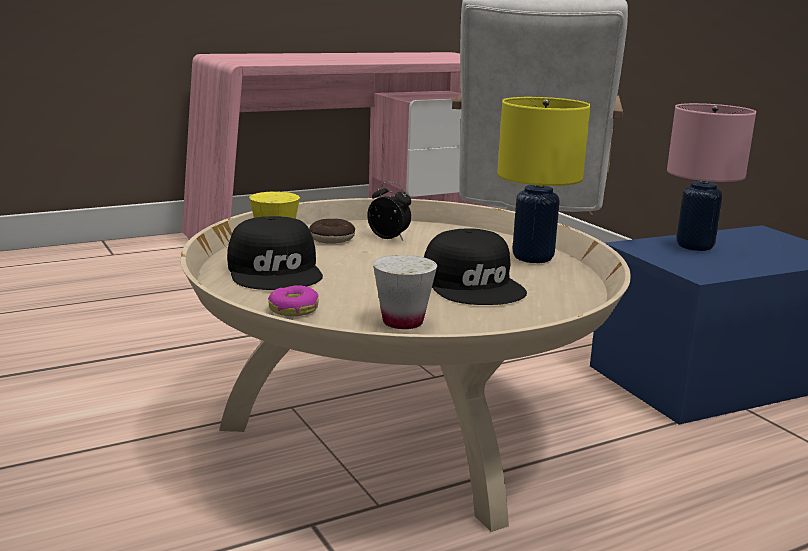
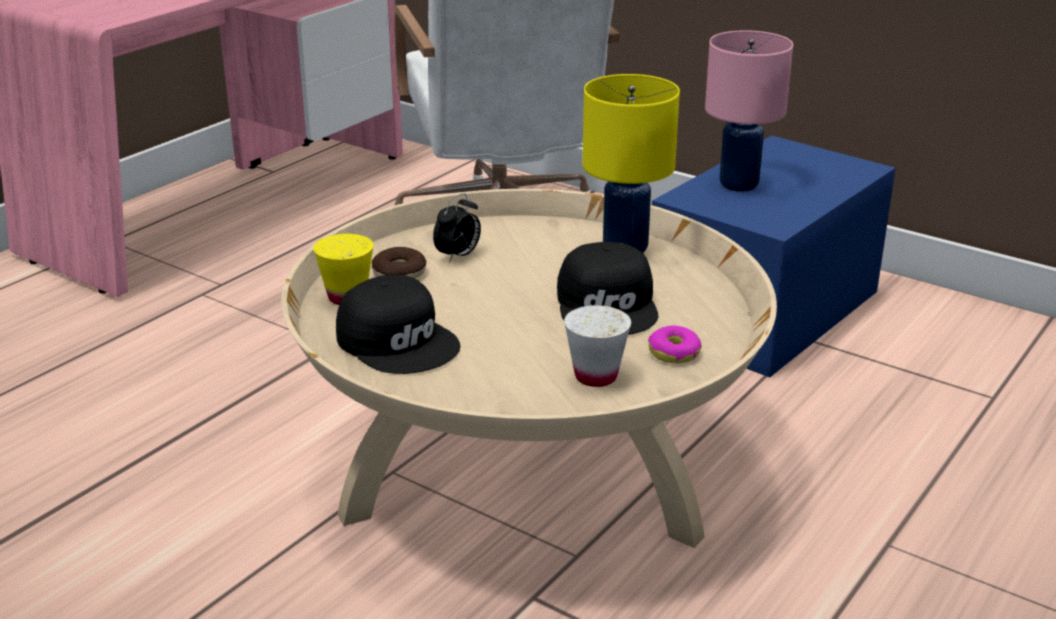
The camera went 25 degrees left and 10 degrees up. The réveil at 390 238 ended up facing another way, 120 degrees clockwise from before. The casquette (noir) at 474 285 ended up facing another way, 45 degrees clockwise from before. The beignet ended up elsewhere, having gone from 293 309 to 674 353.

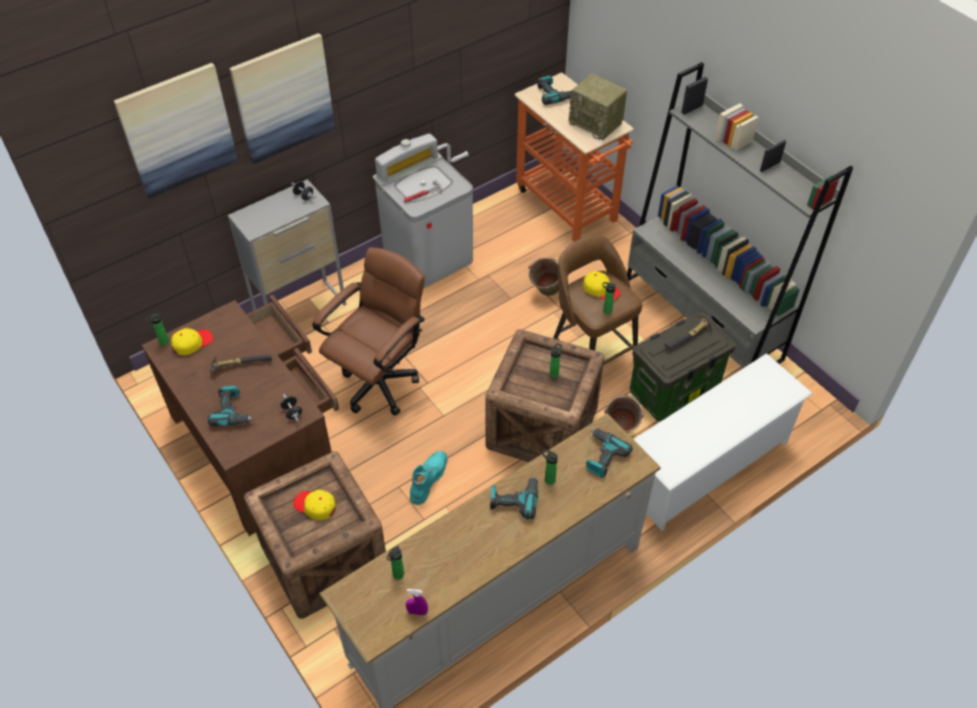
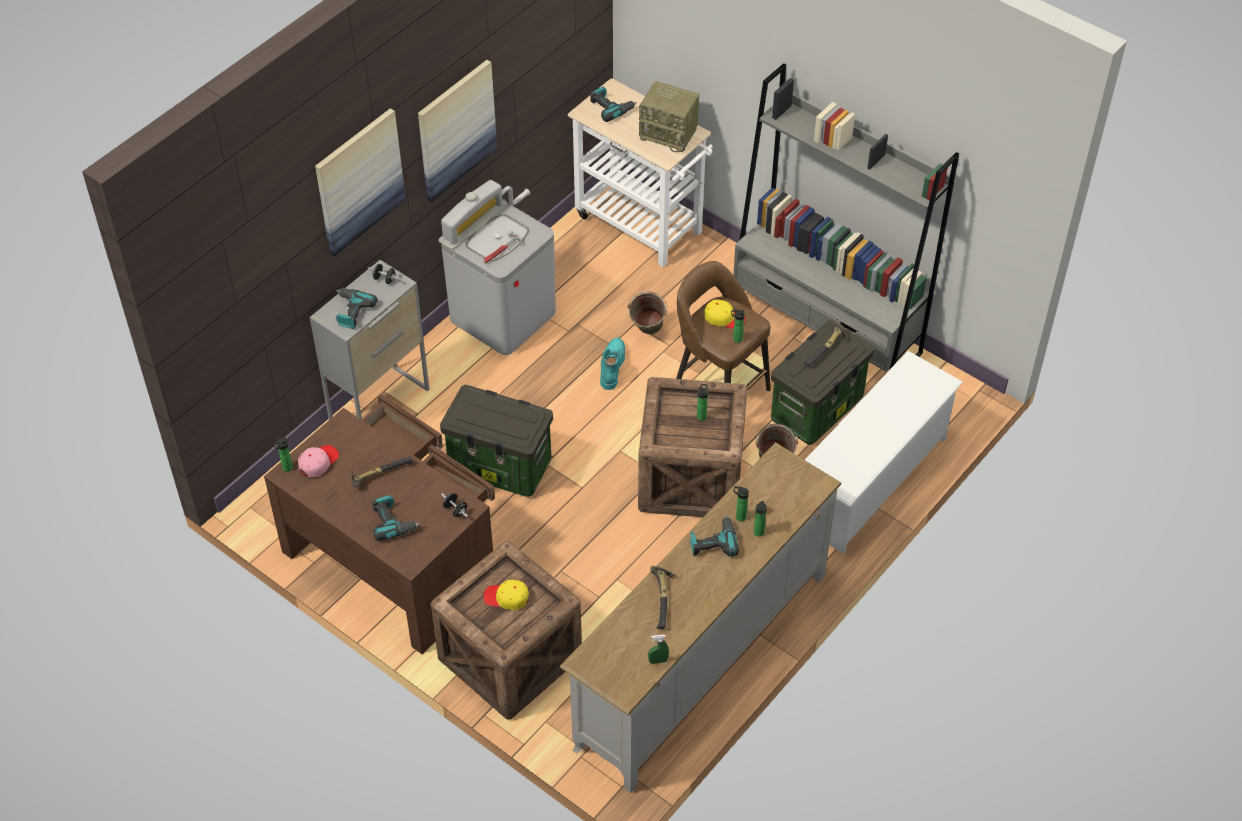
The camera went 15 degrees left and 0 degrees up. The tableau ended up elsewhere, having gone from 177 130 to 456 130. What was the chariot (orange) at 567 206 turned into the chariot (blanc) at 640 225. Where the chaise de bureau (marron) stood at 381 382, the boîte de rangement came to stand at 502 467. What was the casquette (jaune) at 192 343 turned into the casquette (rose) at 318 462. The perceuse ended up elsewhere, having gone from 602 456 to 351 311. The botte (turquoise) ended up elsewhere, having gone from 428 479 to 611 366. The bouteille ended up elsewhere, having gone from 397 576 to 758 533. What was the vaporisateur (violet) at 417 612 turned into the vaporisateur (vert) at 658 661. The second view gained the marteau at 663 600.

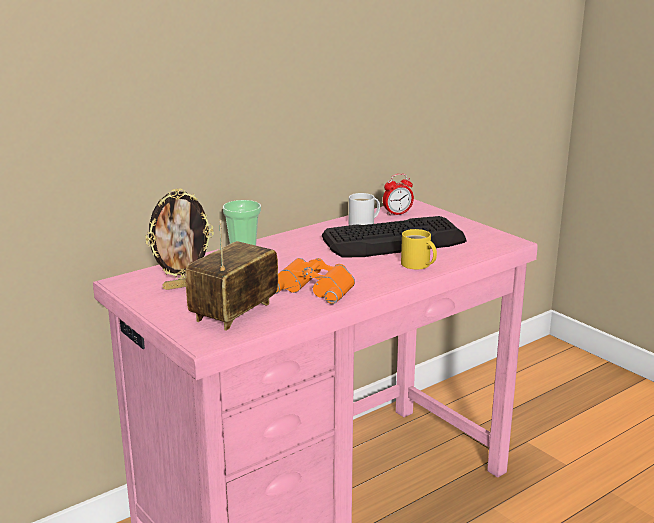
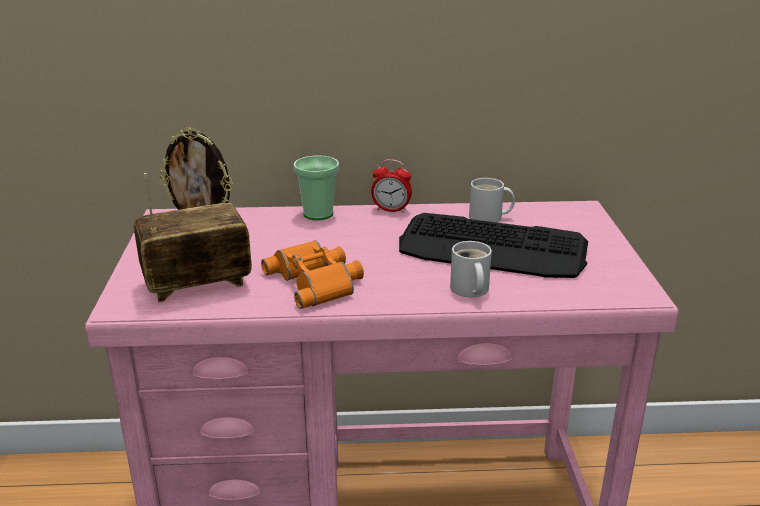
The camera went 35 degrees right and 5 degrees up. The réveil ended up elsewhere, having gone from 397 213 to 391 210. What was the mug (jaune) at 417 265 turned into the mug (blanc) at 469 290.

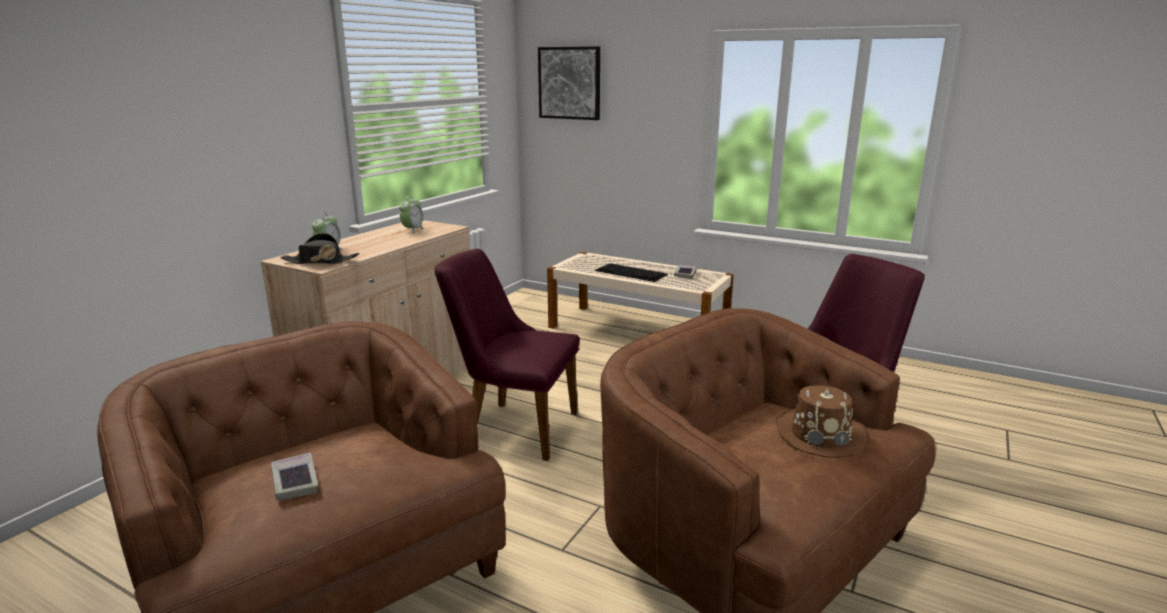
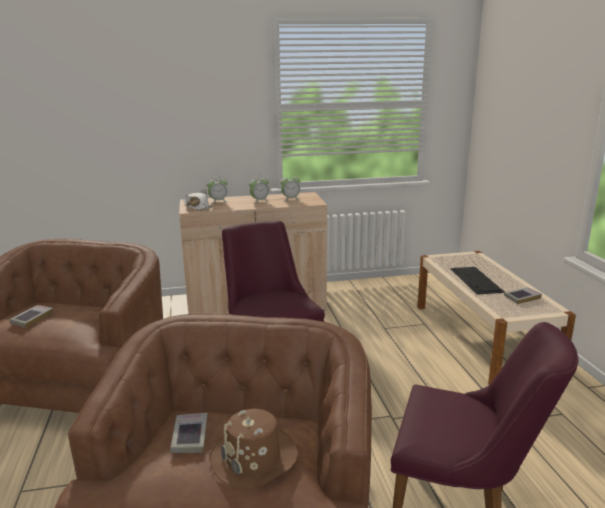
The camera went 50 degrees right and 0 degrees up. The second view lost the tableau at 569 83. What was the chapeau (noir) at 320 261 turned into the chapeau (blanc) at 197 207. The second view gained the réveil at 259 201. The second view gained the livre at 190 436.

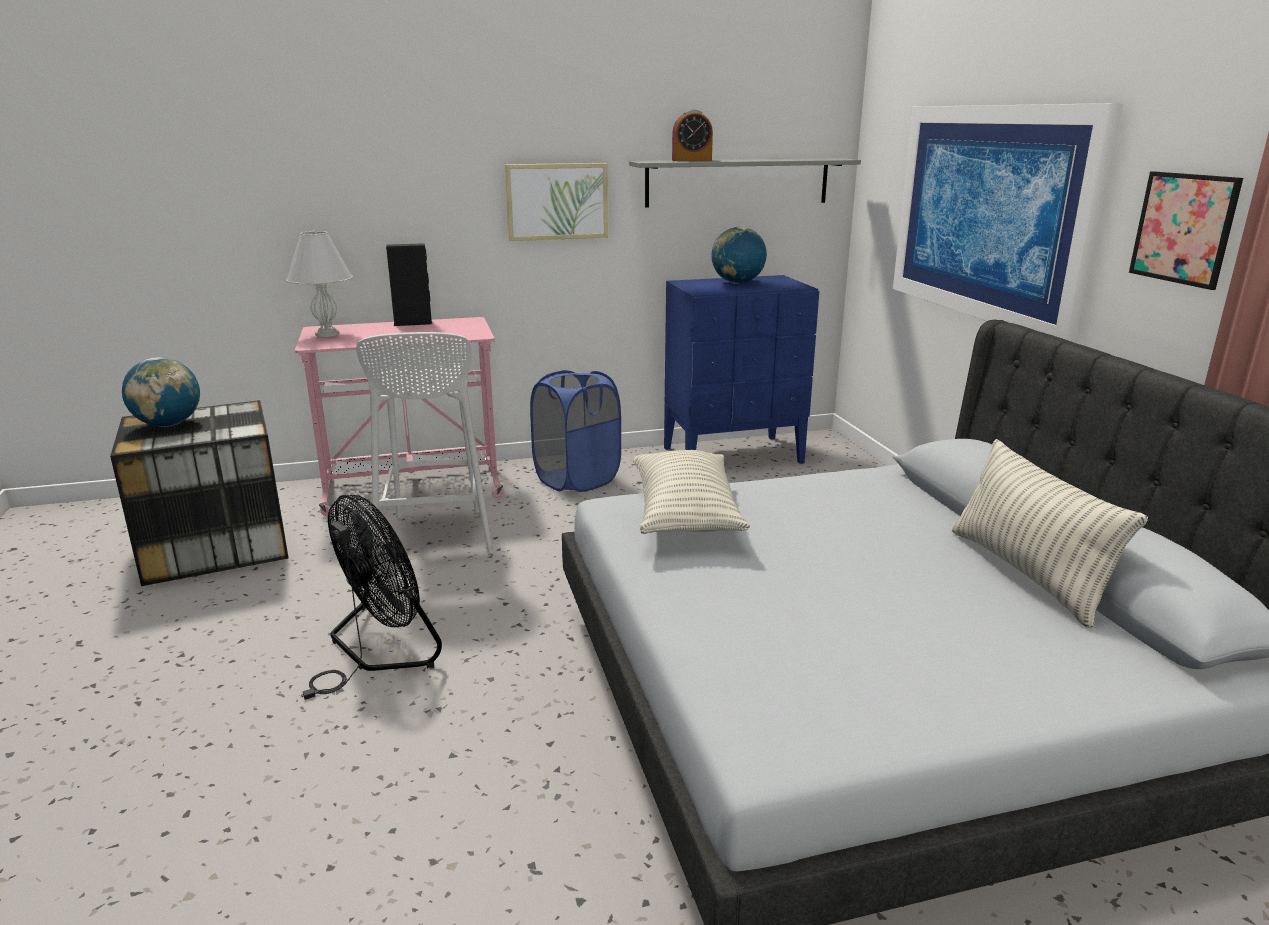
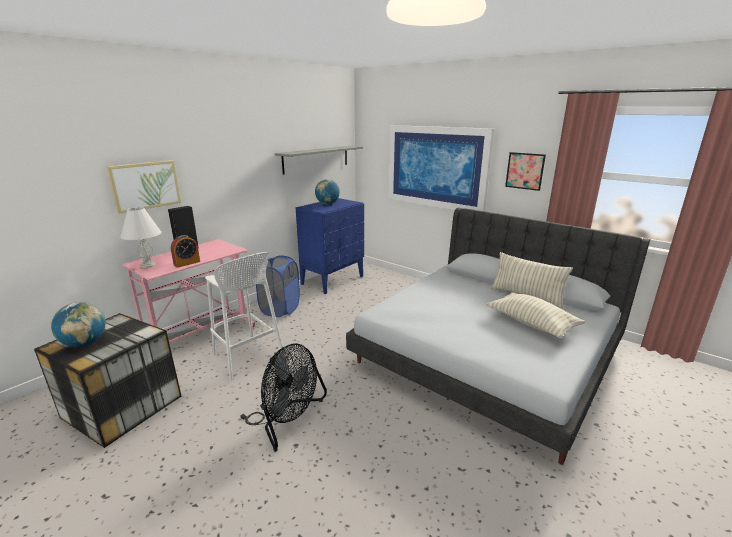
The camera went 35 degrees left and 0 degrees up. The réveil ended up elsewhere, having gone from 691 160 to 187 263. The tableau ended up elsewhere, having gone from 557 201 to 145 185. The coussin ended up elsewhere, having gone from 685 514 to 531 323. The ventilateur (noir) at 371 649 ended up facing another way, 105 degrees clockwise from before.

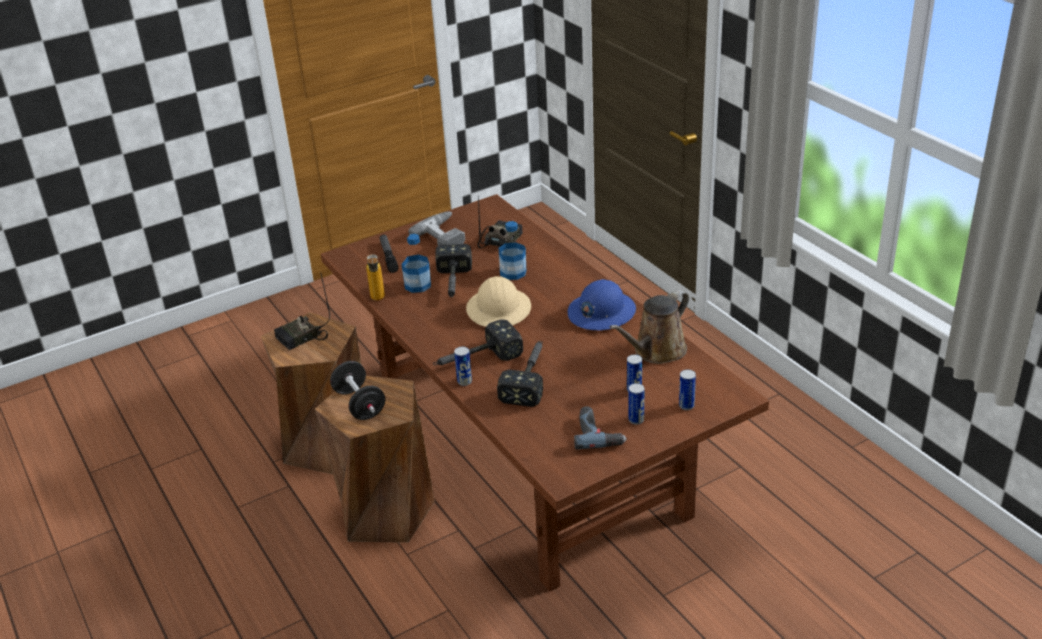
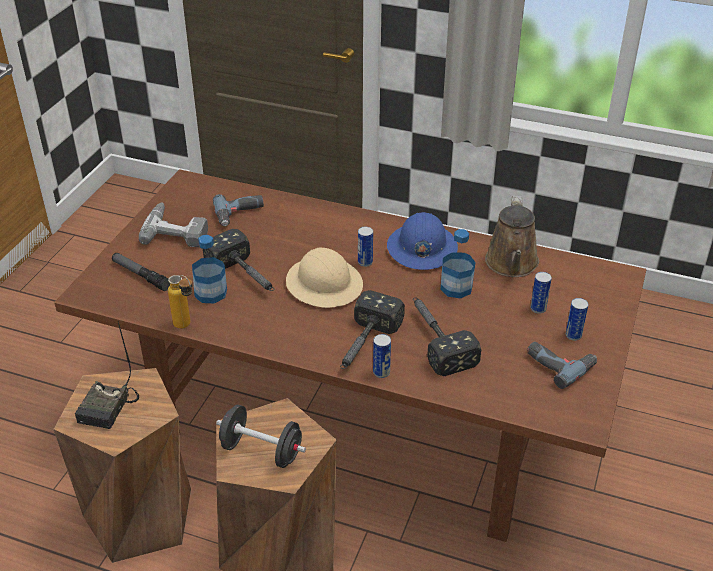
The camera went 40 degrees left and 5 degrees up. Where the radio stood at 500 240, the perceuse came to stand at 240 214. The bouteille ended up elsewhere, having gone from 513 272 to 456 287. The boîte métallique ended up elsewhere, having gone from 686 405 to 365 262.

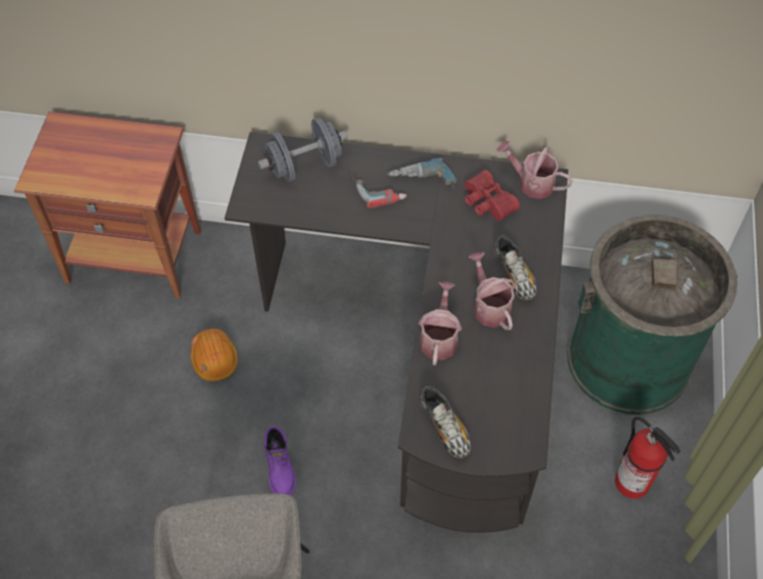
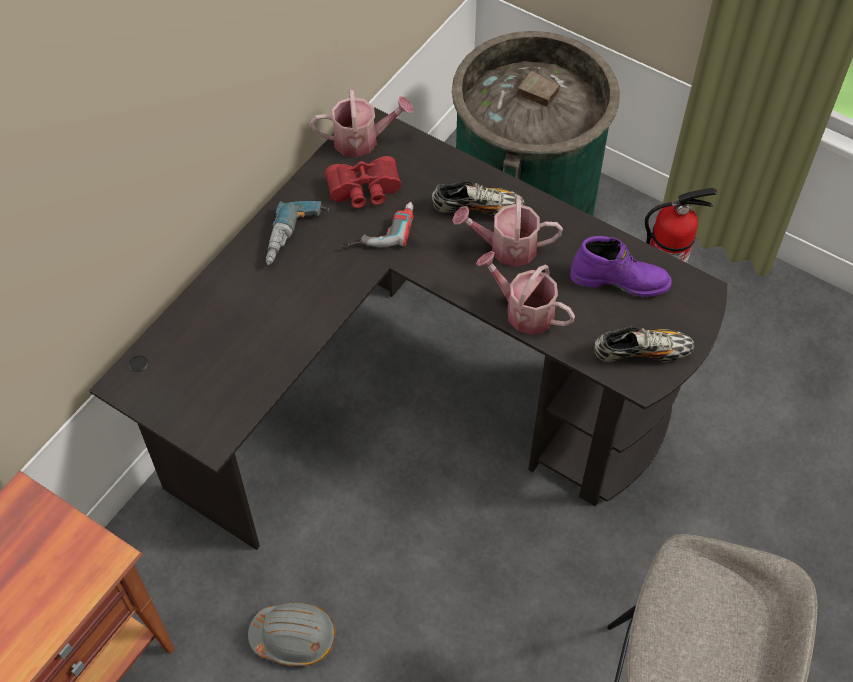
The camera went 65 degrees left and 0 degrees up. The second view lost the haltère (gris) at 304 166. The arrosoir at 531 183 ended up facing another way, 150 degrees counterclockwise from before. The perceuse ended up elsewhere, having gone from 376 188 to 379 229. What was the casque de chantier (orange) at 214 359 turned into the casque de chantier (gris) at 294 637. The botte (violet) ended up elsewhere, having gone from 280 468 to 620 280.

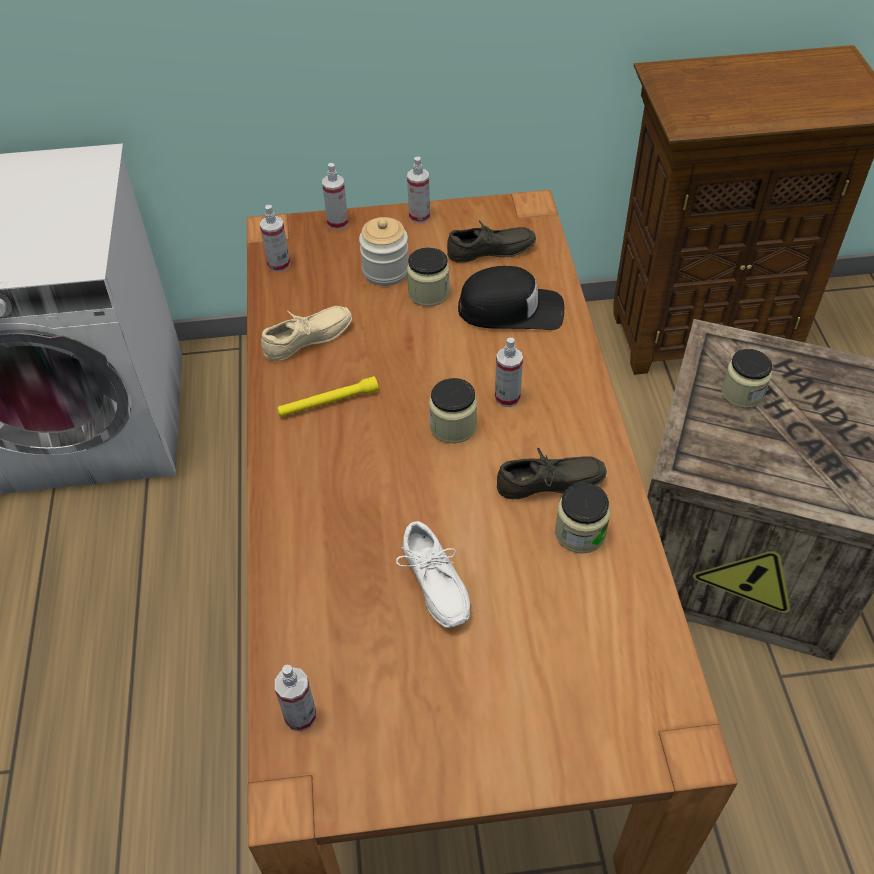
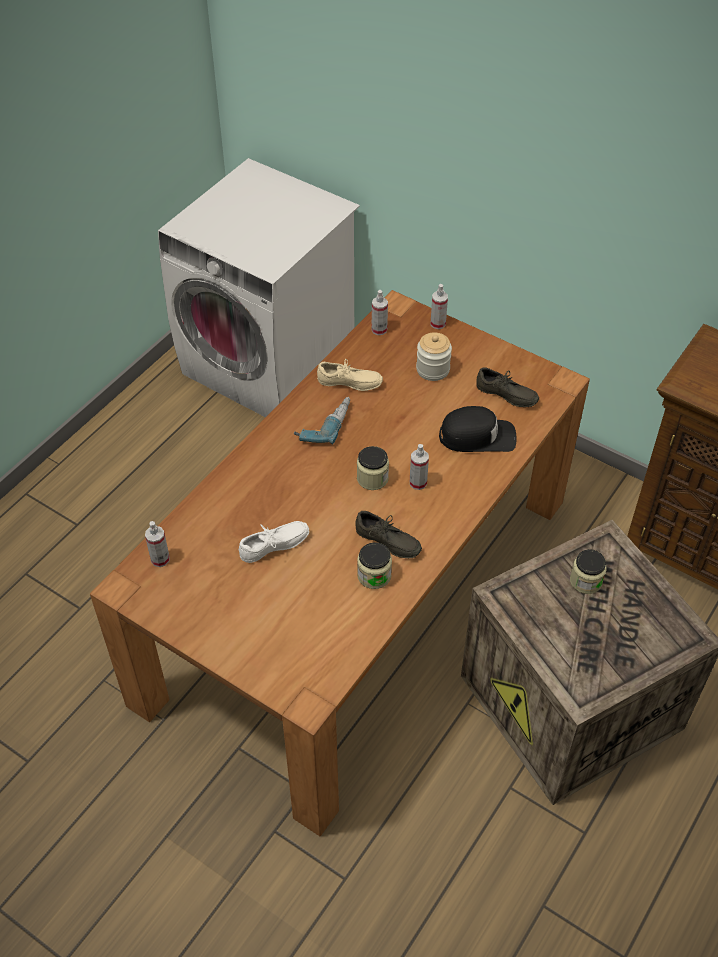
The camera went 40 degrees right and 0 degrees up. The second view lost the vaporisateur at 419 216. The second view lost the bocal at 428 293. The casquette (noir) at 511 309 ended up facing another way, 45 degrees counterclockwise from before. Where the lampe de poche (jaune) stood at 328 402, the perceuse came to stand at 324 423. The chaussure (blanc) at 432 586 ended up facing another way, 135 degrees counterclockwise from before.

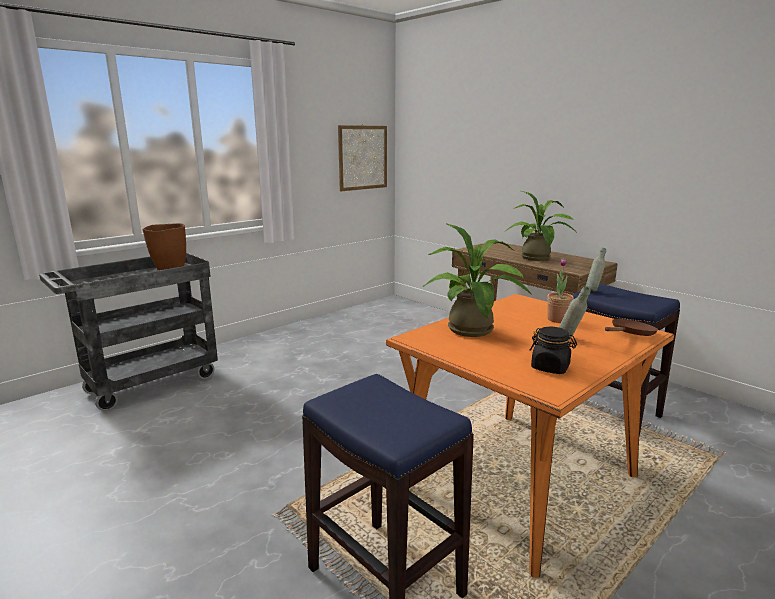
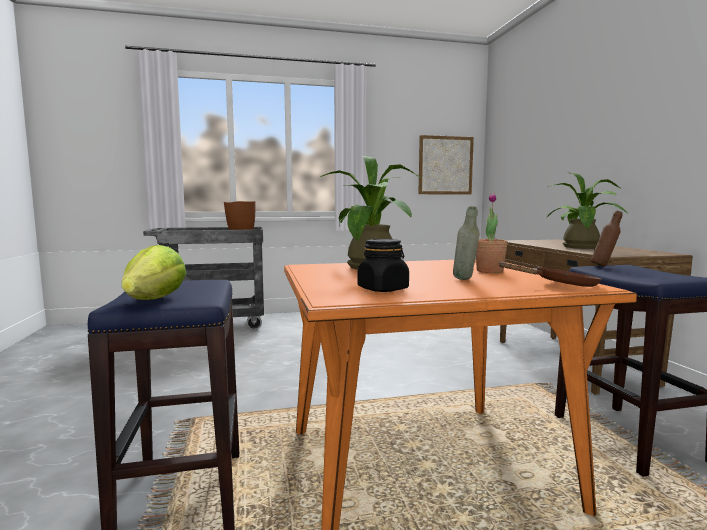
The camera went 30 degrees right and 10 degrees down. What was the bouteille (gris) at 593 290 turned into the bouteille (marron) at 604 266. The second view gained the laitue at 154 300.

